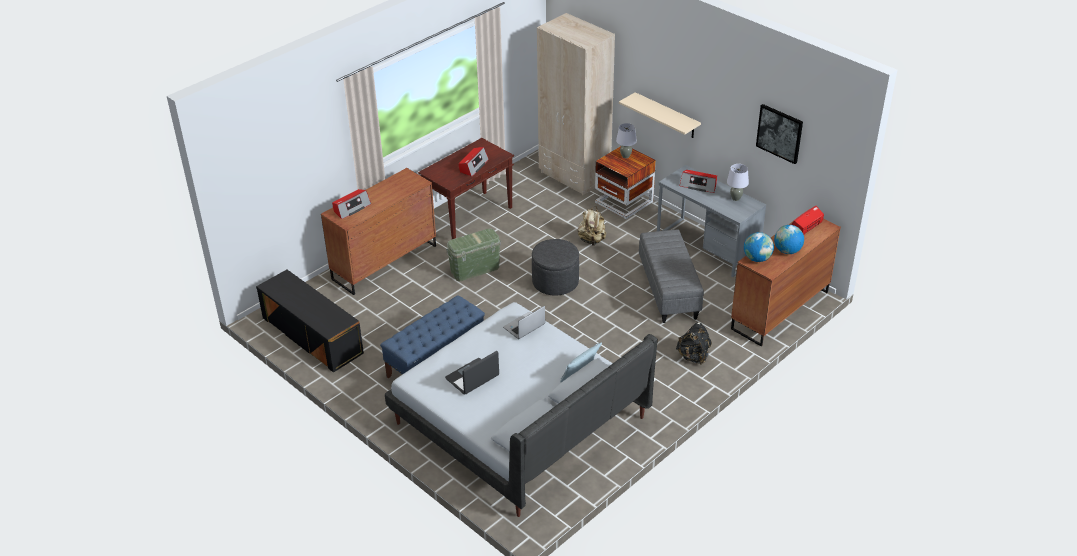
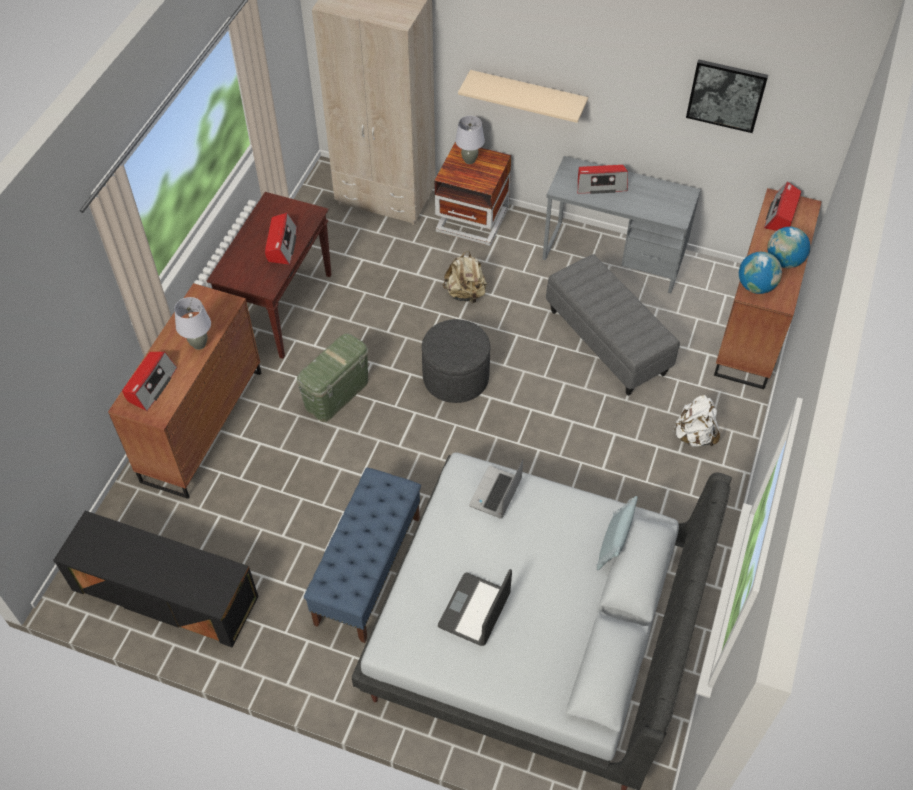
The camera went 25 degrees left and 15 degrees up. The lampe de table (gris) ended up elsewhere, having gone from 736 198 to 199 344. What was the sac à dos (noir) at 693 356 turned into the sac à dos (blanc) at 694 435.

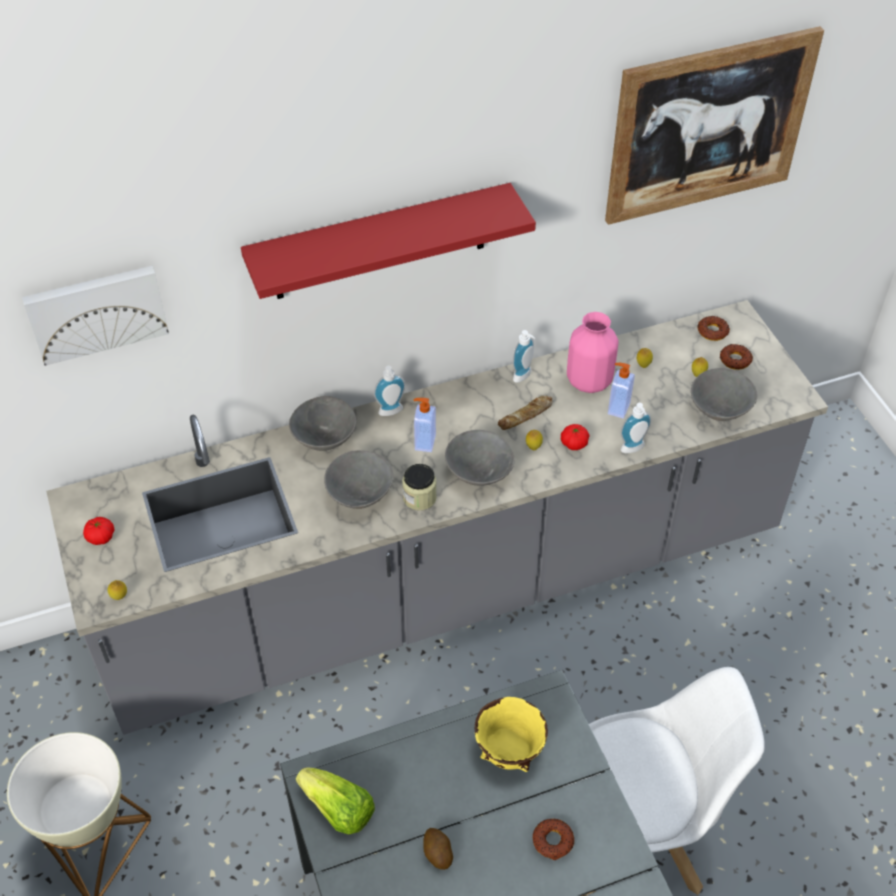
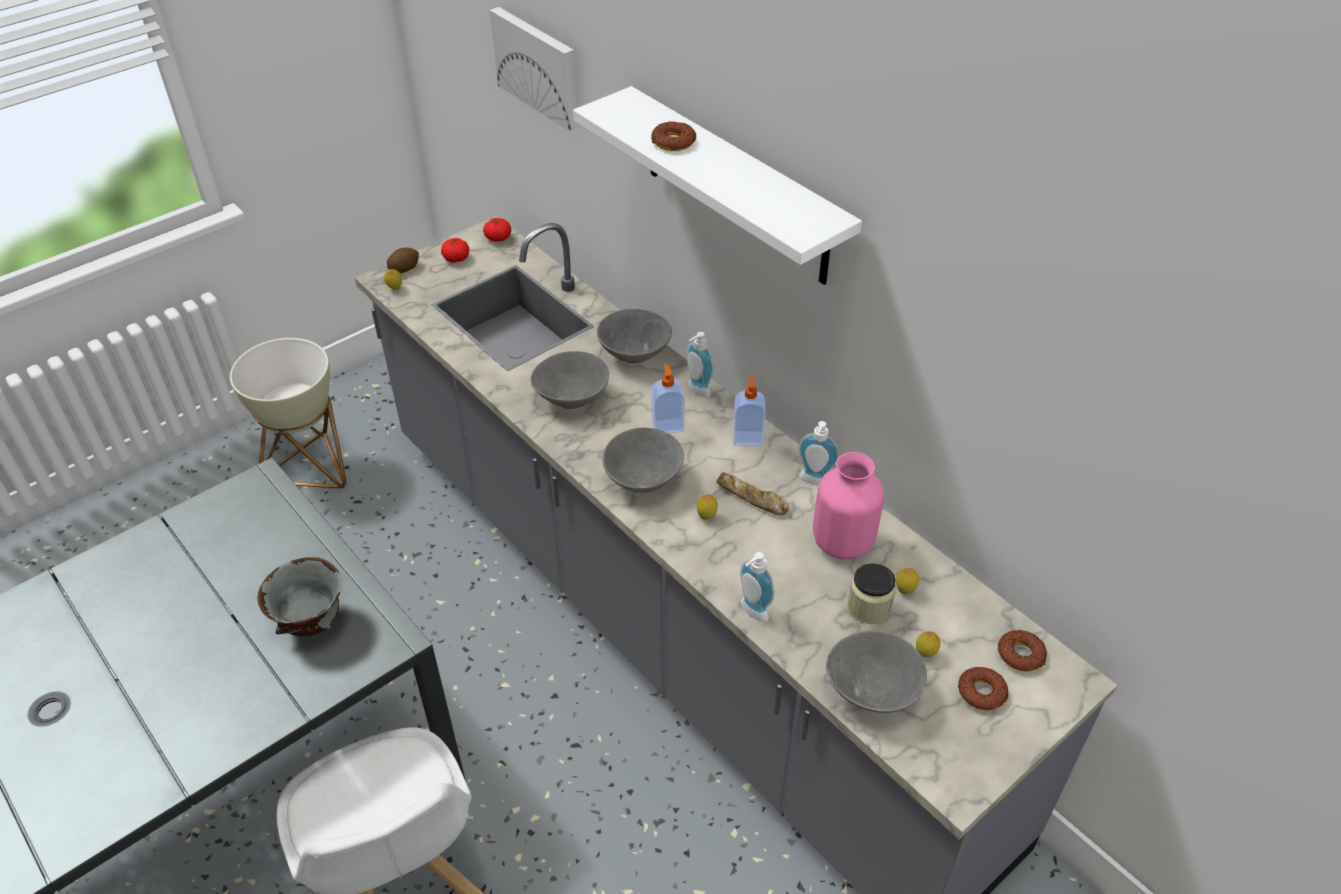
The camera went 70 degrees right and 5 degrees down. The second view lost the tableau at 709 126. What was the étagère (rouge) at 380 243 turned into the étagère (blanc) at 736 187. The distributeur de savon ended up elsewhere, having gone from 618 408 to 747 438. The tomate ended up elsewhere, having gone from 574 443 to 498 238. The bocal ended up elsewhere, having gone from 419 497 to 869 607. What was the bol (jaune) at 509 753 turned into the bol (gris) at 312 624. The second view lost the laitue at 338 810. The beignet ended up elsewhere, having gone from 553 841 to 673 142. The pomme de terre ended up elsewhere, having gone from 437 853 to 404 268.

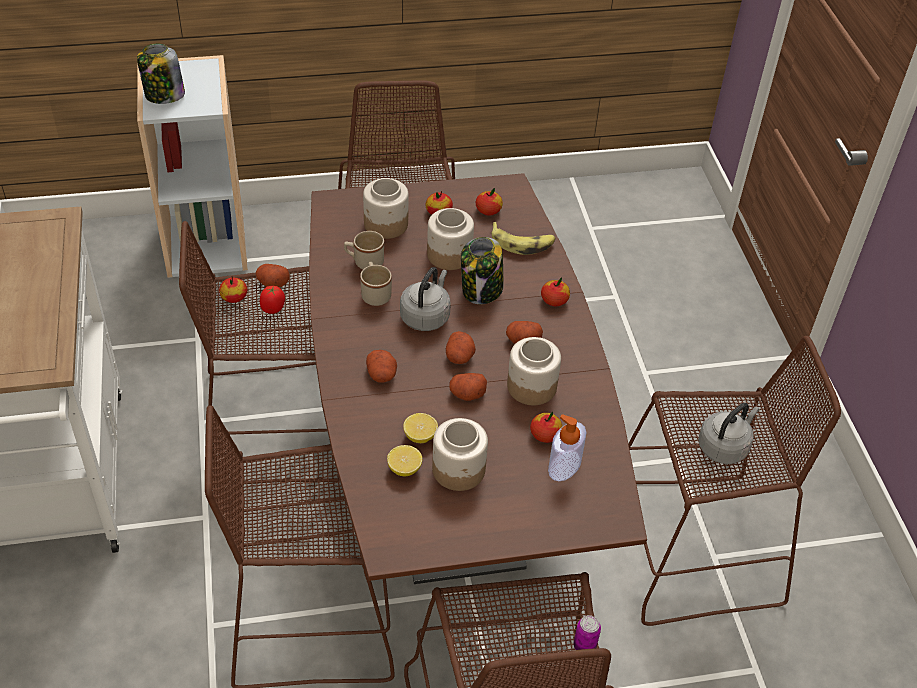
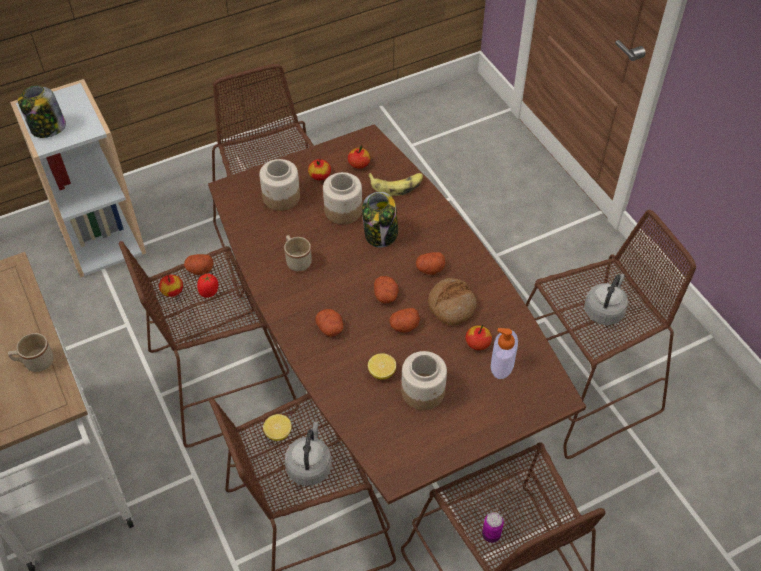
The camera went 15 degrees left and 5 degrees up. The mug (beige) ended up elsewhere, having gone from 364 262 to 34 362. The bouilloire (gris) ended up elsewhere, having gone from 426 316 to 309 466. The second view lost the pomme at 554 300. Where the bocal stood at 531 386, the pain came to stand at 451 305. The citron ended up elsewhere, having gone from 404 469 to 278 433. The boîte métallique ended up elsewhere, having gone from 584 646 to 491 534.

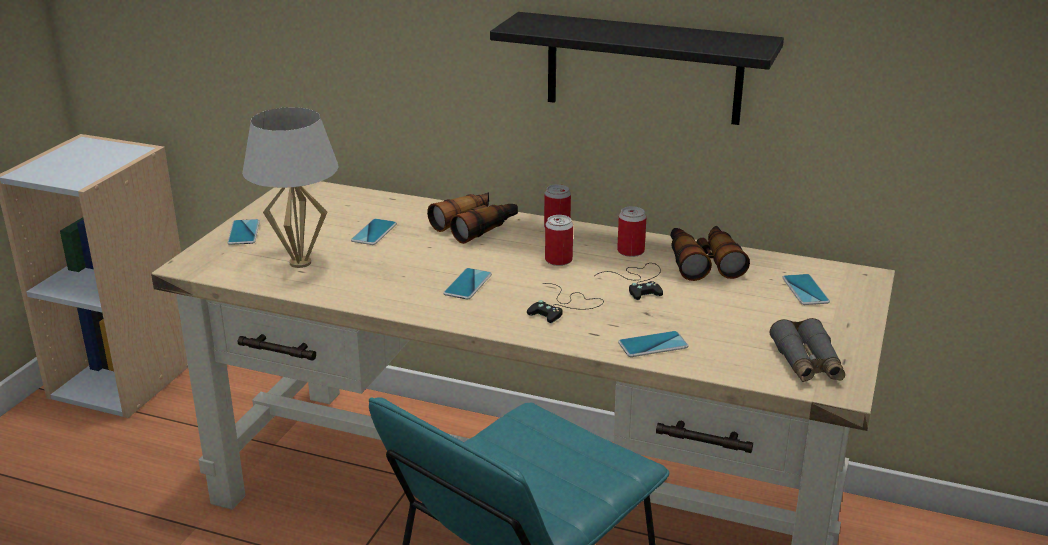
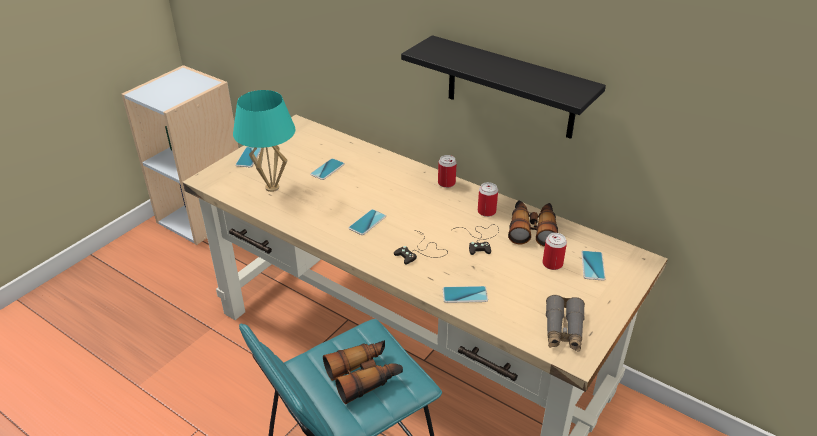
The camera went 15 degrees right and 10 degrees up. What was the lampe de table (blanc) at 301 263 turned into the lampe de table (turquoise) at 272 187. The jumelles ended up elsewhere, having gone from 476 226 to 364 376. The boîte métallique ended up elsewhere, having gone from 558 260 to 552 264.

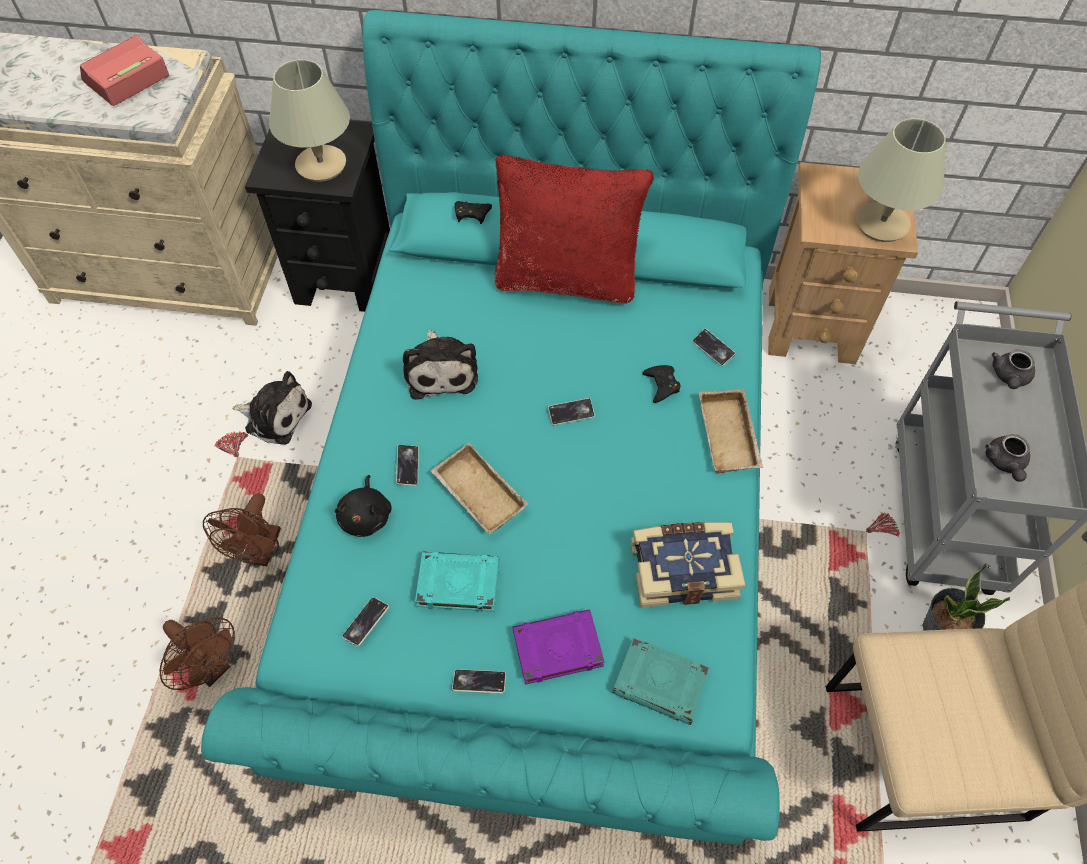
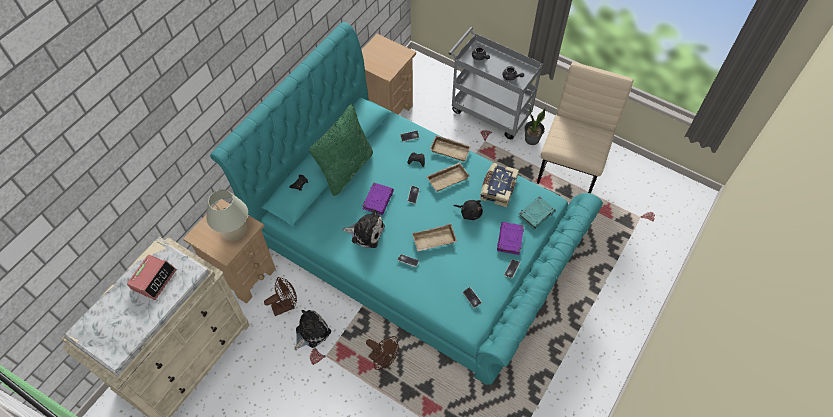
The camera went 65 degrees left and 0 degrees up. The réveil at 126 79 ended up facing another way, 135 degrees counterclockwise from before. The second view lost the lampe de table (beige) at 881 223. What was the table de chevet (noir) at 346 278 turned into the table de chevet (beige) at 245 275. What was the coussin (rouge) at 567 283 turned into the coussin (vert) at 346 170. The peluche (noir) ended up elsewhere, having gone from 366 516 to 469 213. The second view lost the livre (turquoise) at 457 584. The ventilateur (marron) ended up elsewhere, having gone from 212 667 to 286 306. The second view gained the plateau (beige) at 447 178. The second view gained the livre (violet) at 378 200.

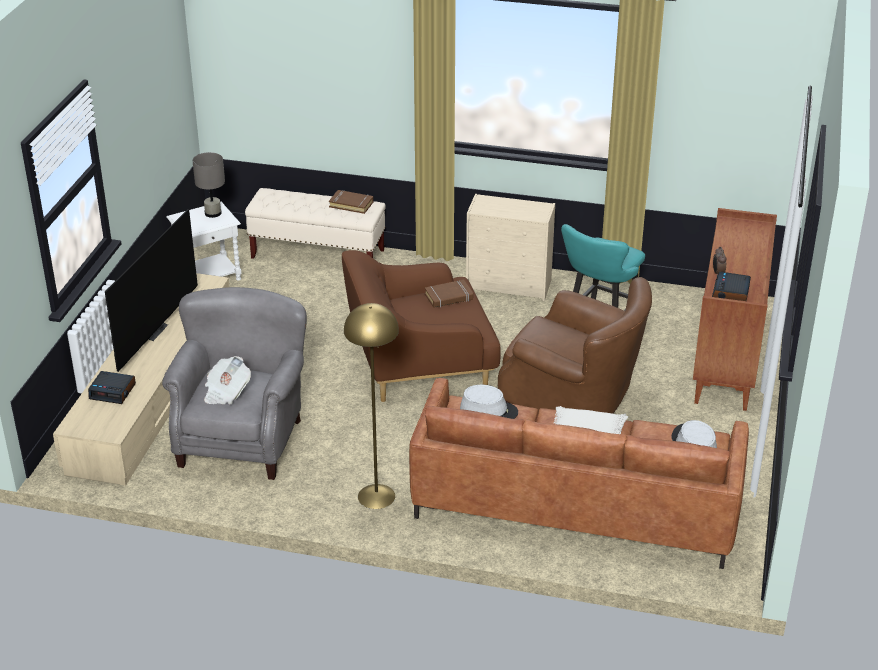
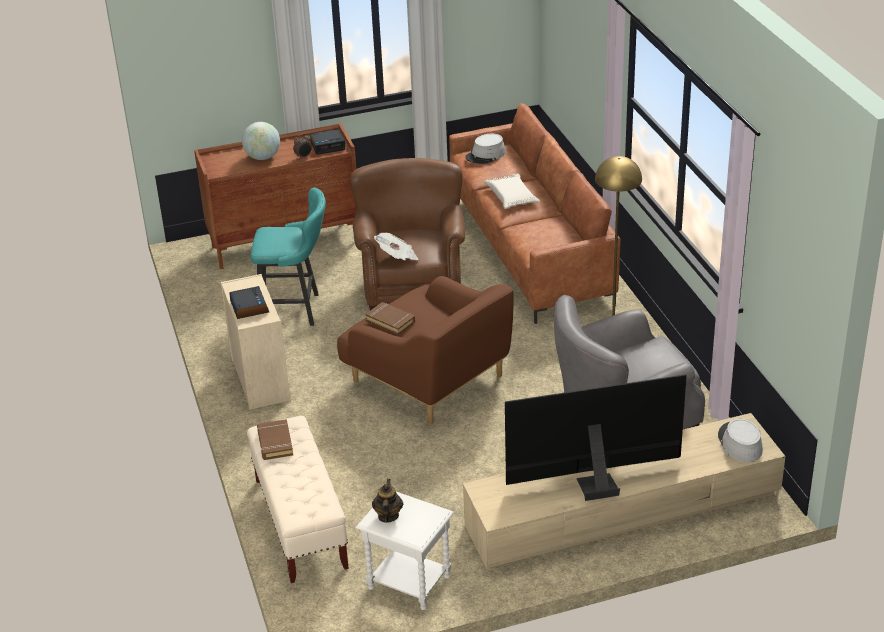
The camera went 120 degrees left and 0 degrees up. Where the lampe de table (gris) stood at 213 213, the théière came to stand at 388 516. The journal ended up elsewhere, having gone from 226 392 to 397 257. The réveil ended up elsewhere, having gone from 113 391 to 249 307. The chapeau (gris) ended up elsewhere, having gone from 489 411 to 739 443. The second view gained the globe at 263 157.

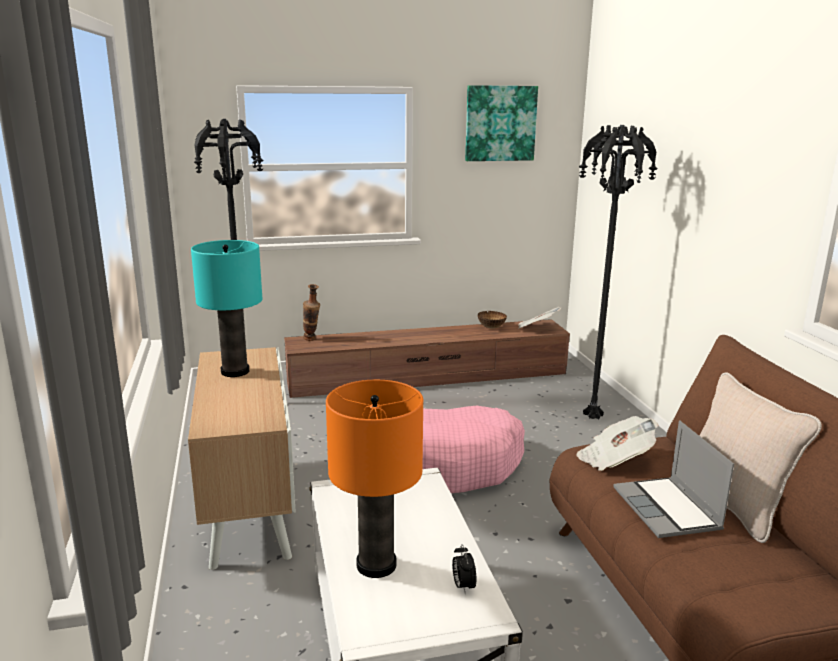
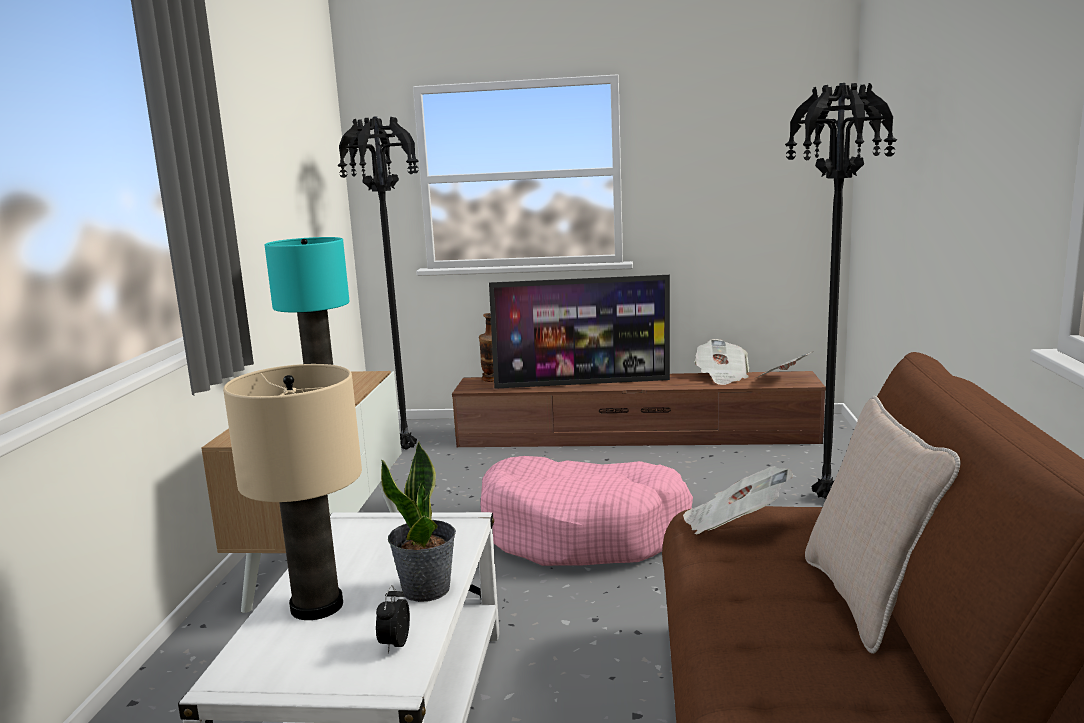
The camera went 20 degrees right and 5 degrees down. The second view lost the tableau at 500 123. Where the bol stood at 491 327, the journal came to stand at 722 377. What was the lampe de table (orange) at 376 564 turned into the lampe de table (beige) at 317 606. The second view lost the ordinateur portable at 668 510. The second view gained the téléviseur at 582 384. The second view gained the plante en pot at 427 589.

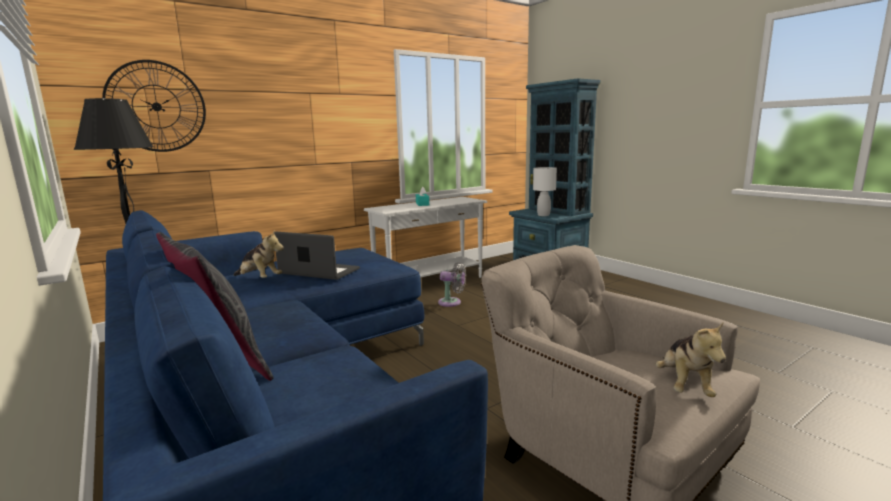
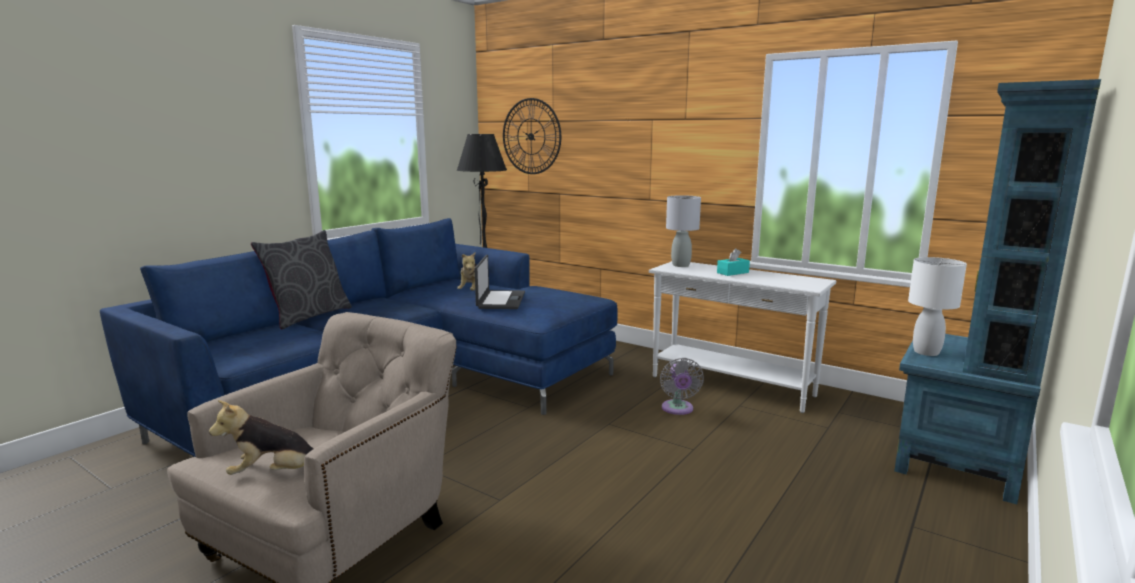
The camera went 70 degrees right and 0 degrees up. The second view gained the lampe de table (gris) at 681 265.

